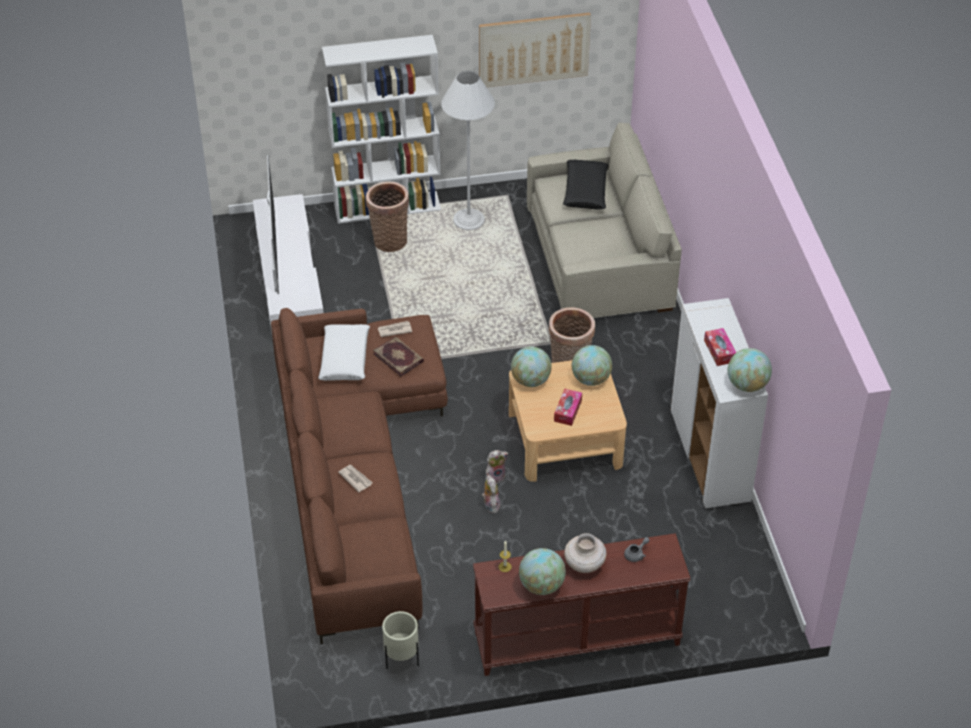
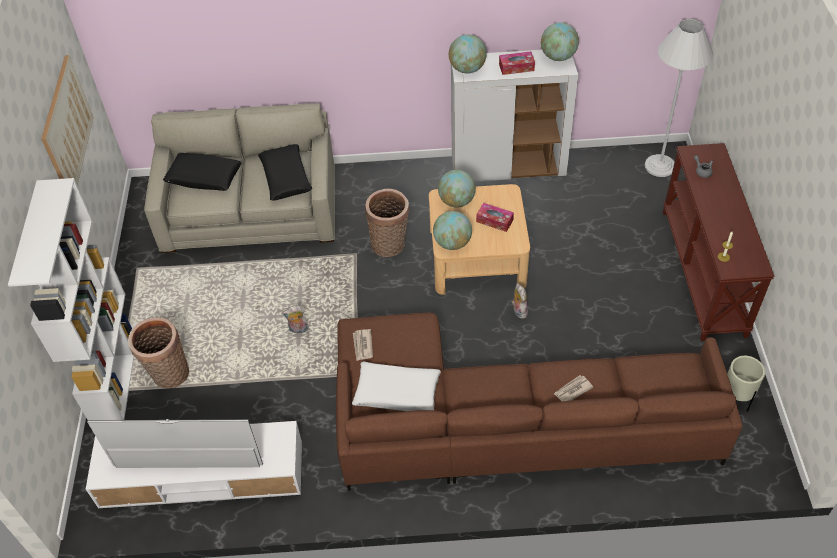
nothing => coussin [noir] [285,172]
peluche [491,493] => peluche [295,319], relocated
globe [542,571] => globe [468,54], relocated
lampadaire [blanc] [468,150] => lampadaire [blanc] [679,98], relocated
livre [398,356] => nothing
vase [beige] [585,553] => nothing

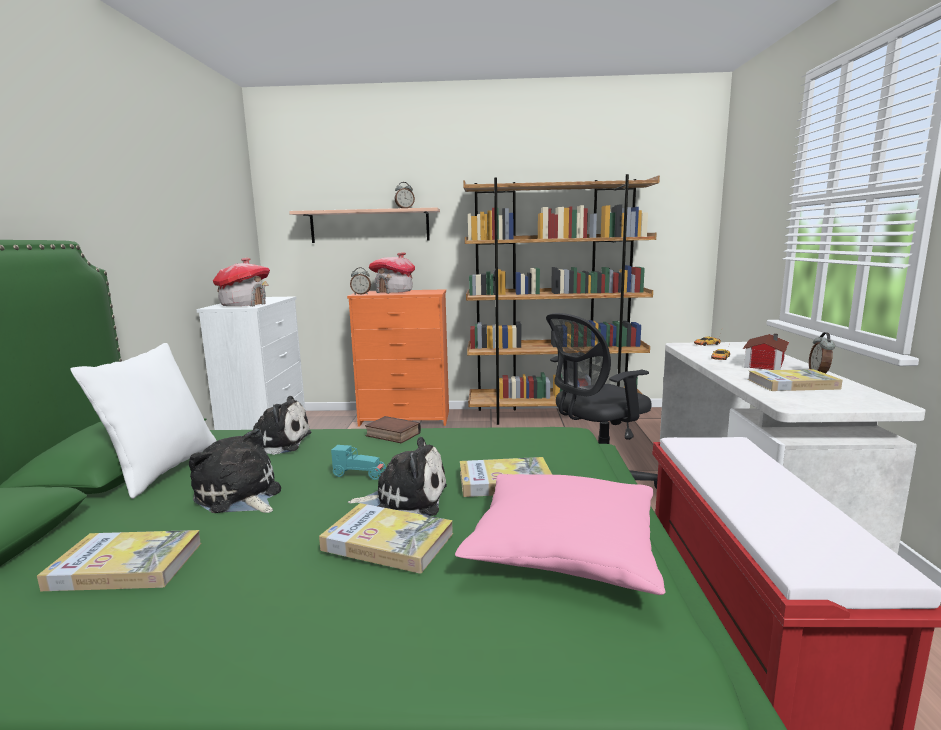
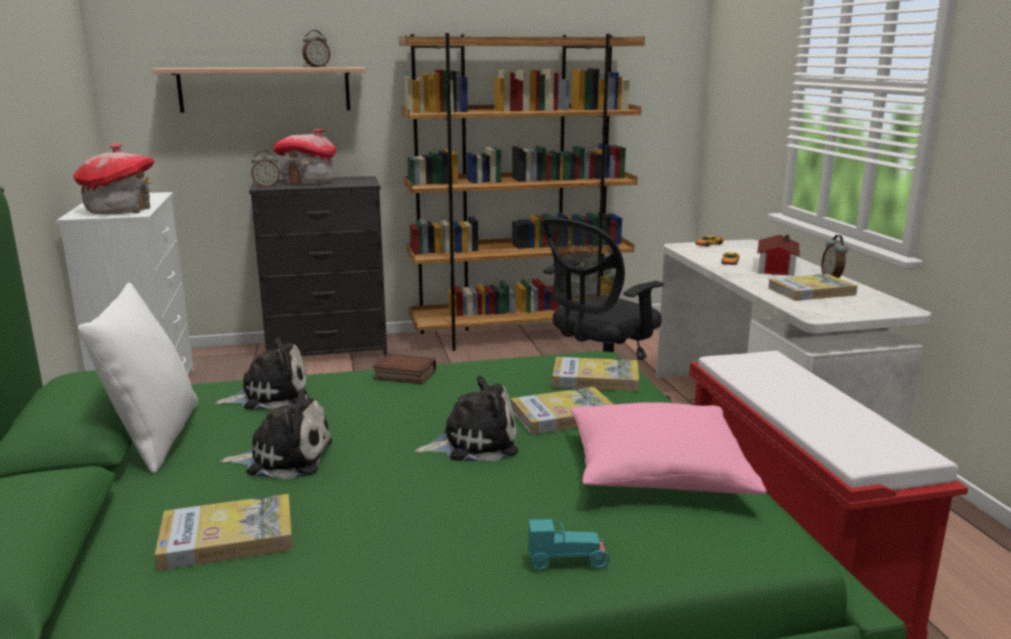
peluche [235,471] => peluche [275,433], 150 degrees clockwise
commode [orange] [398,358] => commode [noir] [318,266]
petite voiture [turquoise] [358,462] => petite voiture [turquoise] [569,544], relocated
livre [386,538] => livre [595,374], relocated

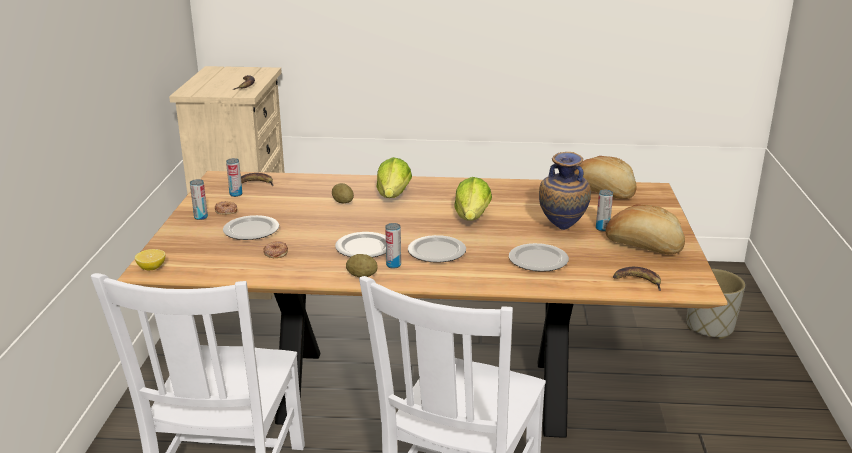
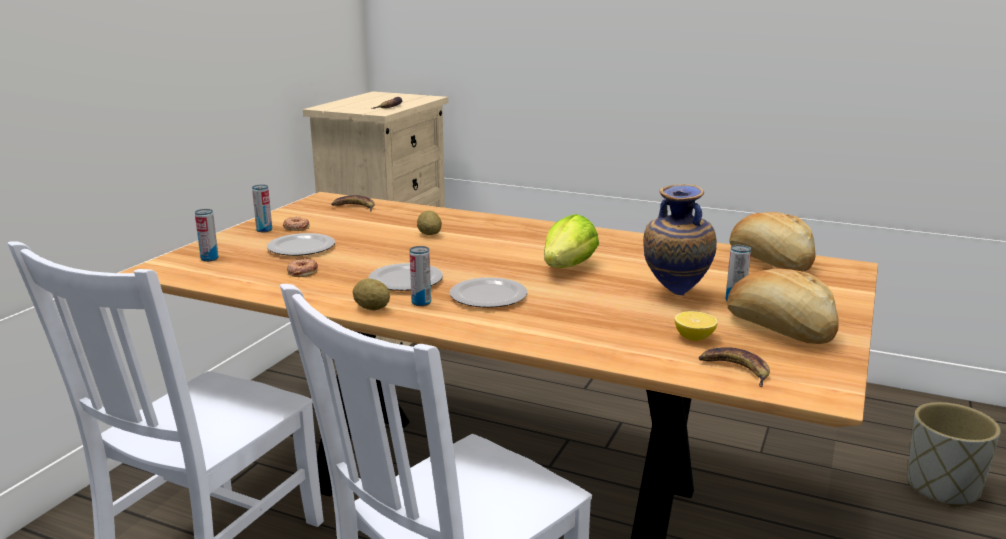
boîte métallique [234,177] => boîte métallique [207,235], relocated
citron [150,260] => citron [696,326], relocated
laitue [394,177] => nothing
assiette [539,257] => nothing

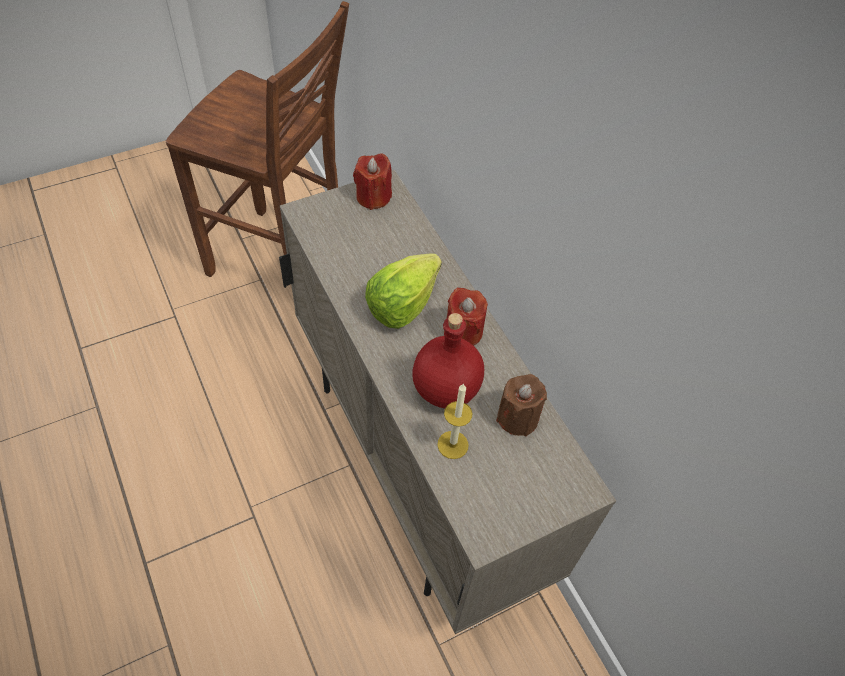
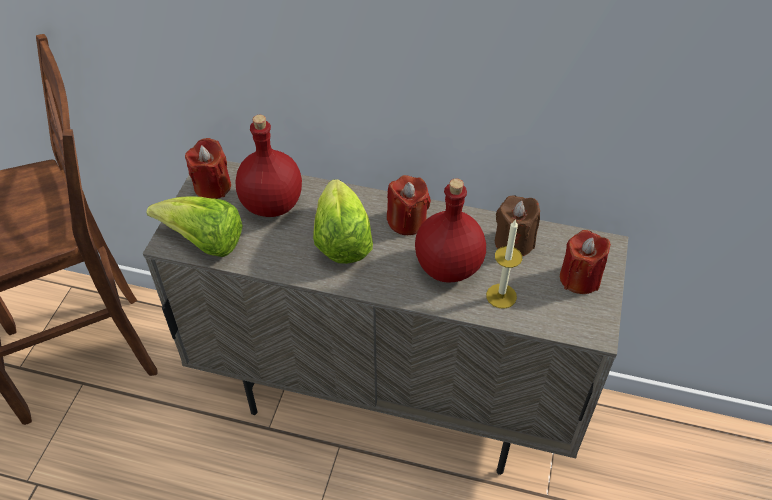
nothing => laitue [195,226]
nothing => bouteille [rouge] [269,166]
nothing => bougie [rouge] [585,262]

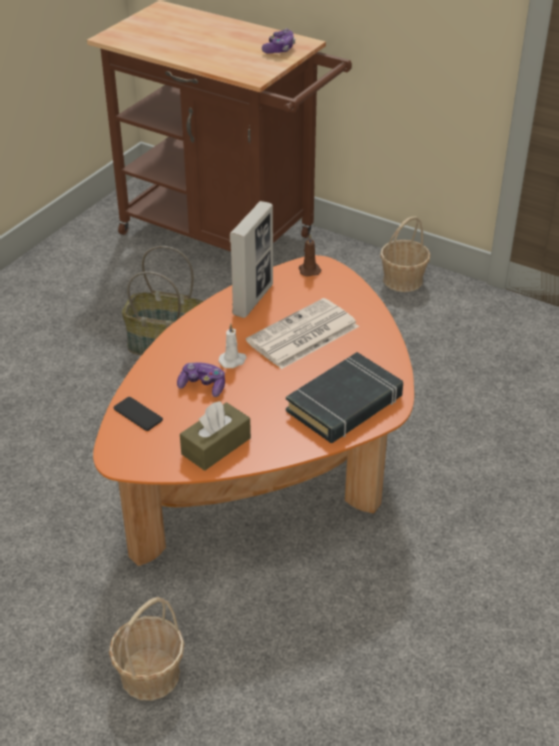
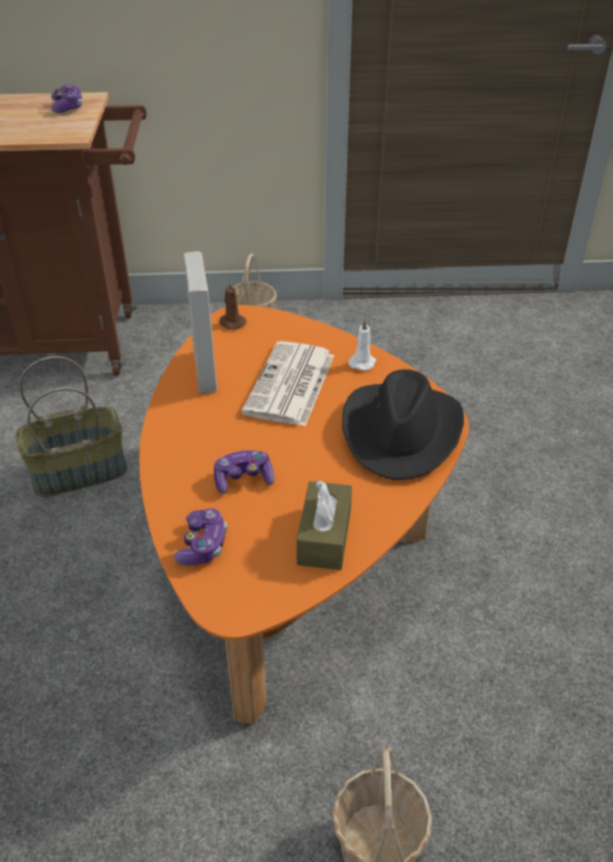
téléphone [138,414] => manette [200,536]
livre [noir] [344,397] => chapeau [noir] [403,424]
bougie [blanc] [232,346] => bougie [blanc] [362,345], relocated

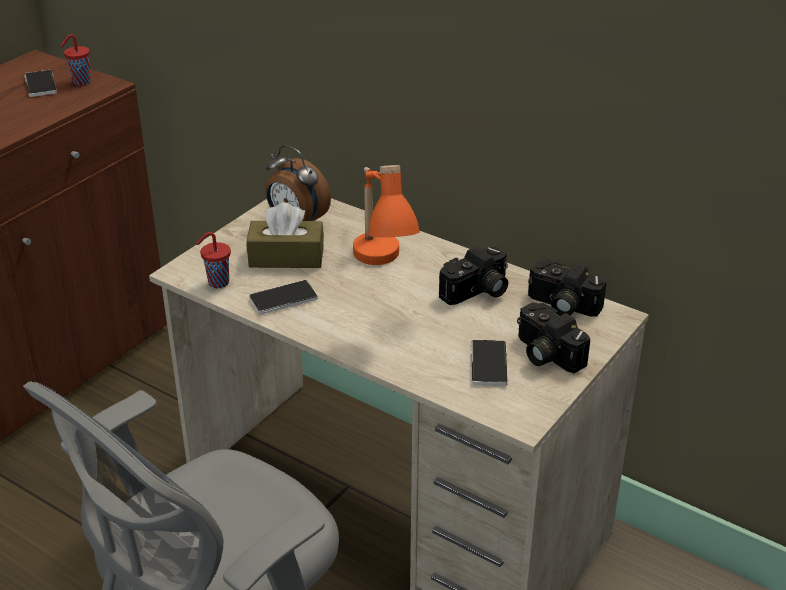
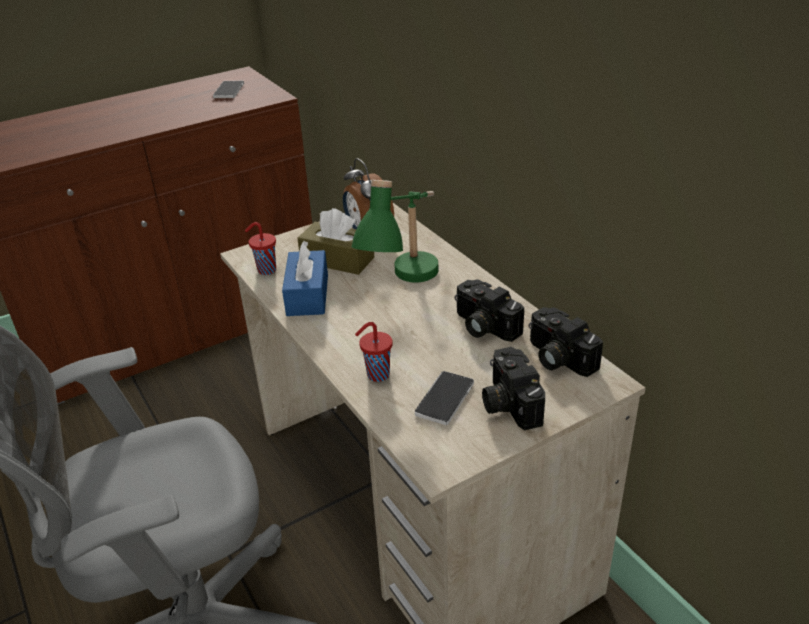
téléphone [283,297] => boîte à mouchoirs [bleu] [305,278]
lampe de table [orange] [386,215] => lampe de table [vert] [395,231]
tasse [rouge] [75,59] => tasse [rouge] [374,352], relocated
appareil photo [473,275] => appareil photo [489,310], 60 degrees clockwise

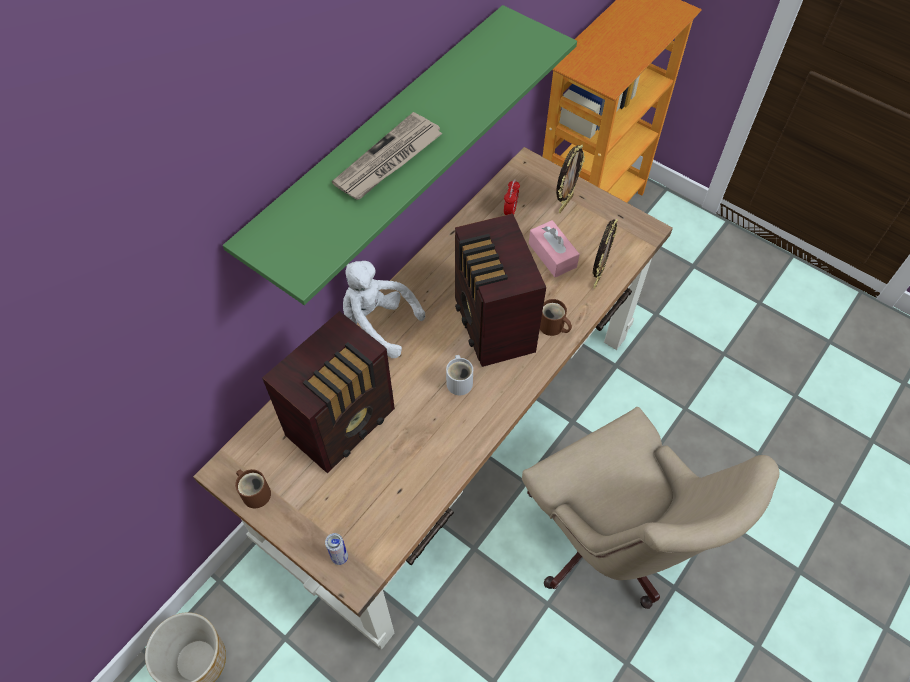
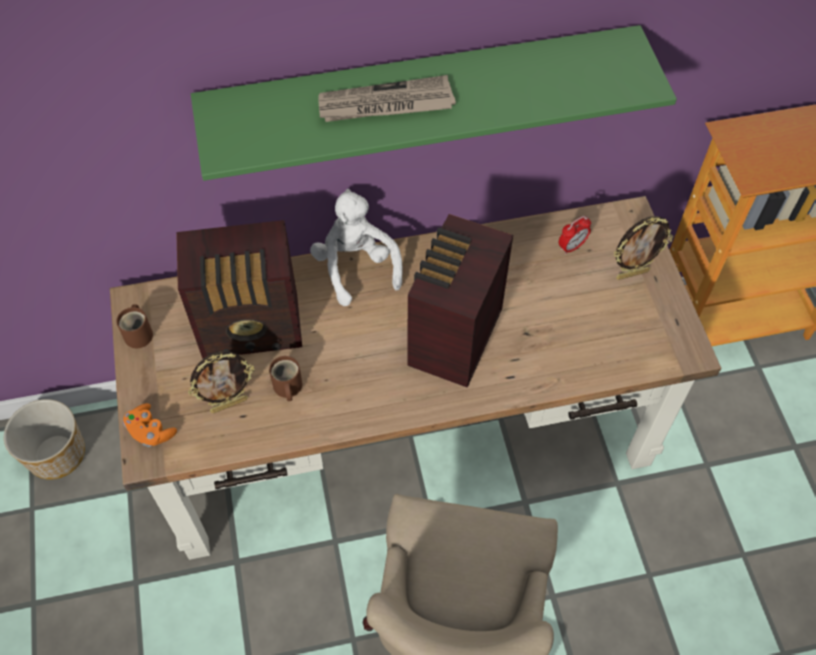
boîte métallique [336,549] => manette [orange] [150,425]
cadre photo [605,254] => cadre photo [221,382], relocated
mug [marron] [556,317] => mug [marron] [285,378], relocated
mug [blanc] [459,375] => nothing
boîte à mouchoirs [rose] [554,249] => nothing

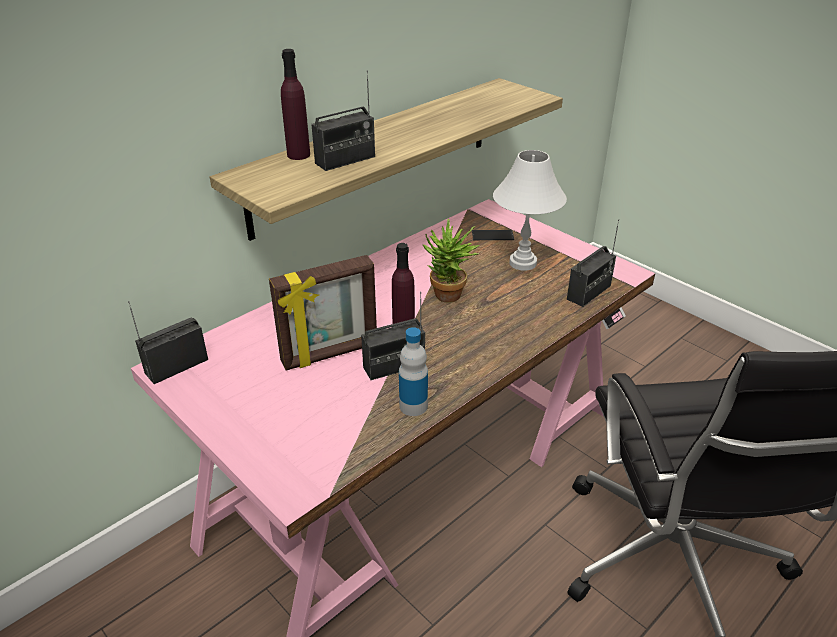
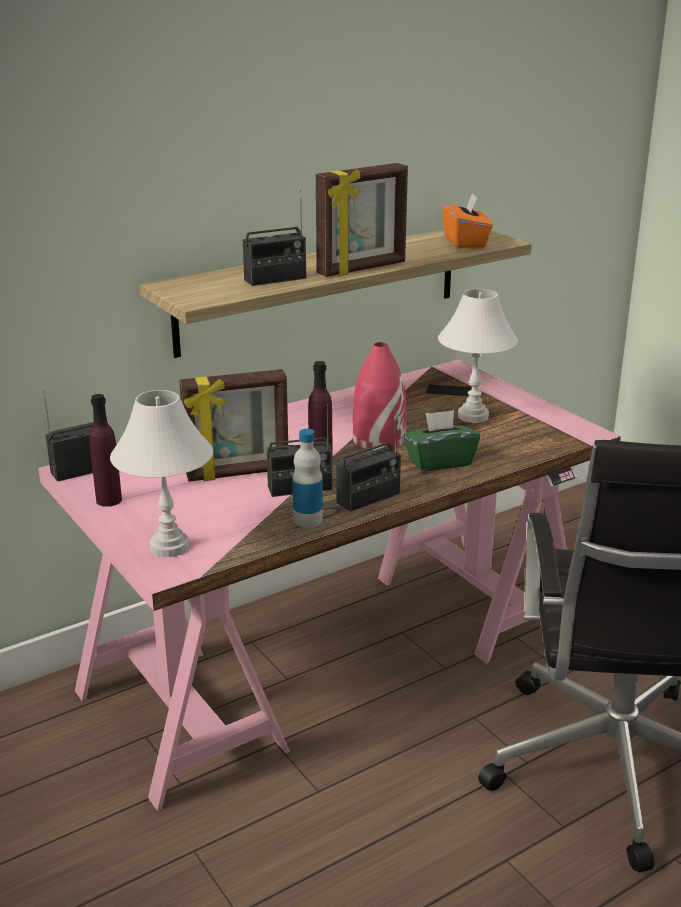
bouteille [violet] [295,104] => bouteille [violet] [105,450], relocated
nothing => lampe de table [blanc] [161,473]
nothing => cadre photo [362,220]
radio [593,263] => radio [368,460], relocated
plante en pot [450,261] => vase [rouge] [379,396]
nothing => boîte à mouchoirs [vert] [441,441]
nothing => boîte à mouchoirs [orange] [467,221]

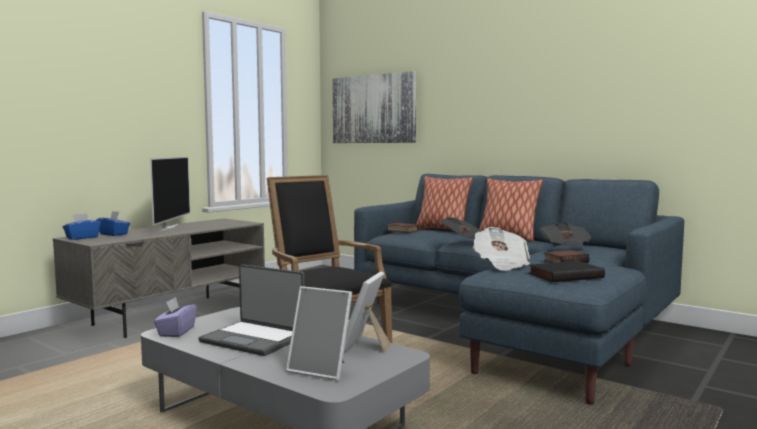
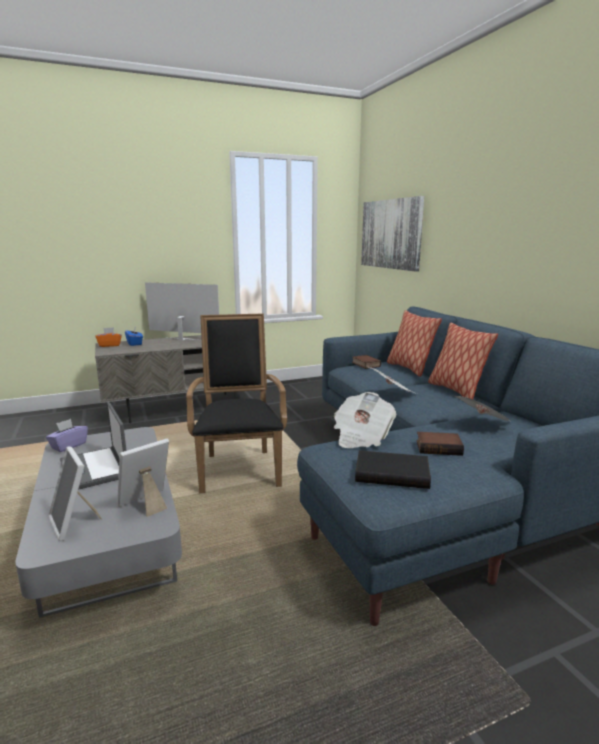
boîte à mouchoirs [bleu] [82,226] => boîte à mouchoirs [orange] [109,337]
téléviseur [170,194] => téléviseur [182,311], 105 degrees counterclockwise

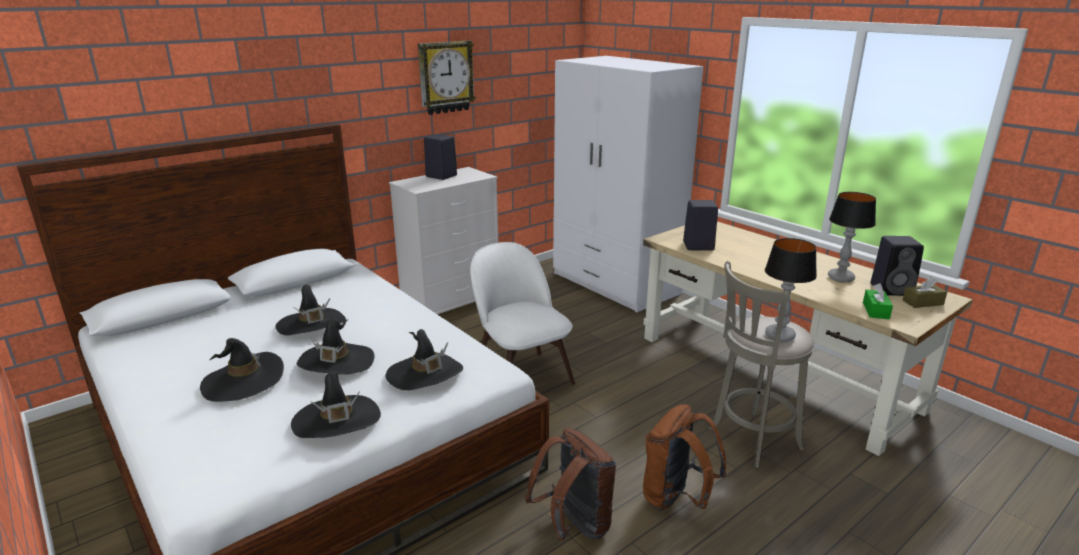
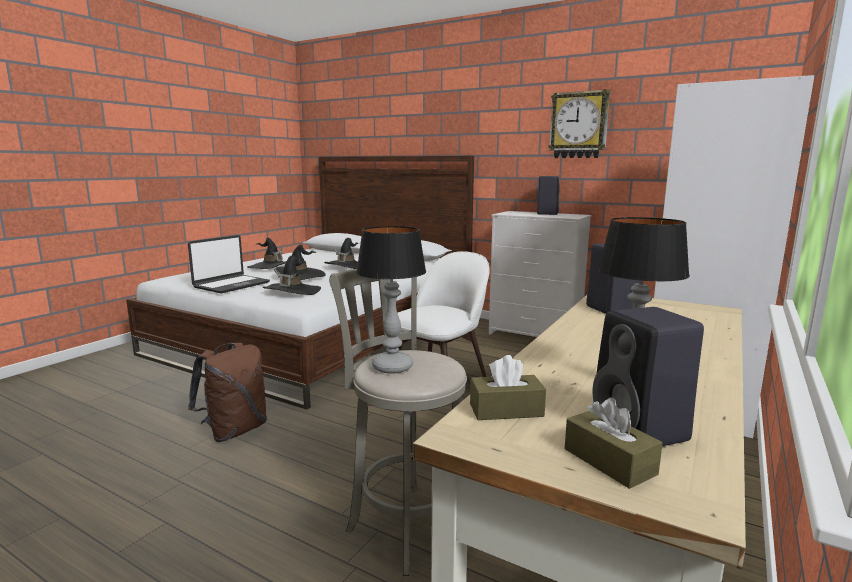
chapeau [noir] [336,404] => ordinateur portable [229,264]
boîte à mouchoirs [vert] [878,301] => boîte à mouchoirs [marron] [508,387]
sac à dos [marron] [684,457] => nothing

